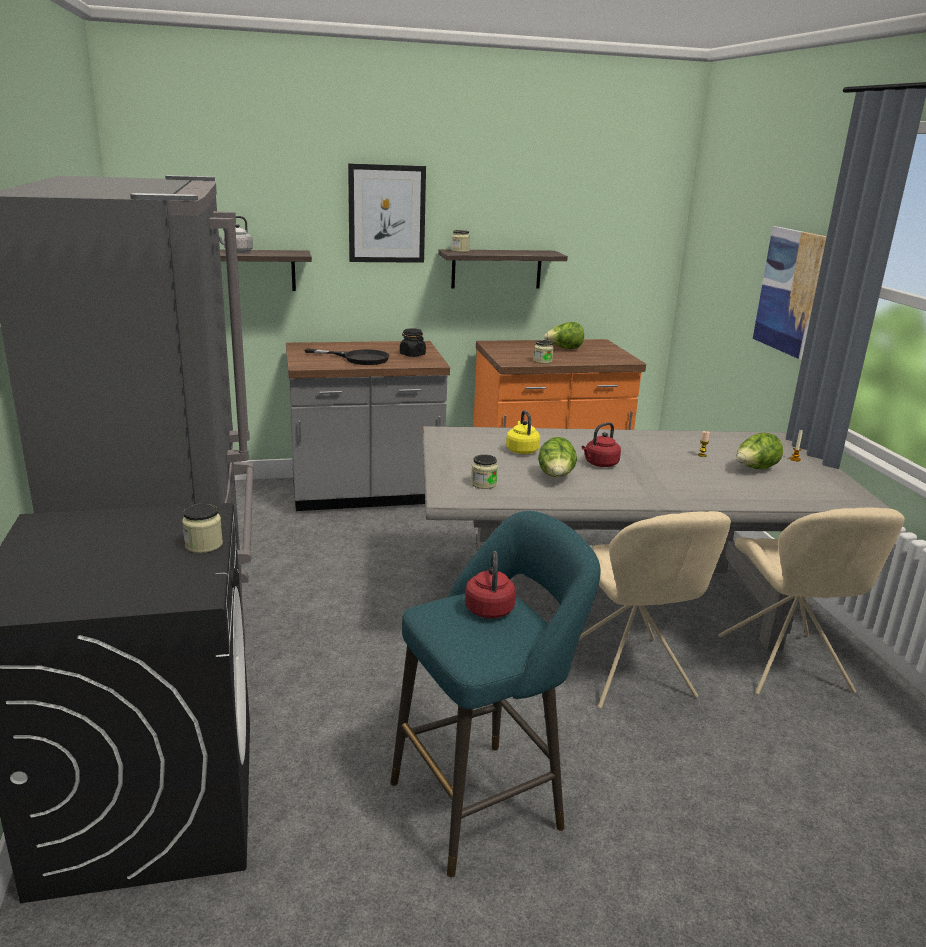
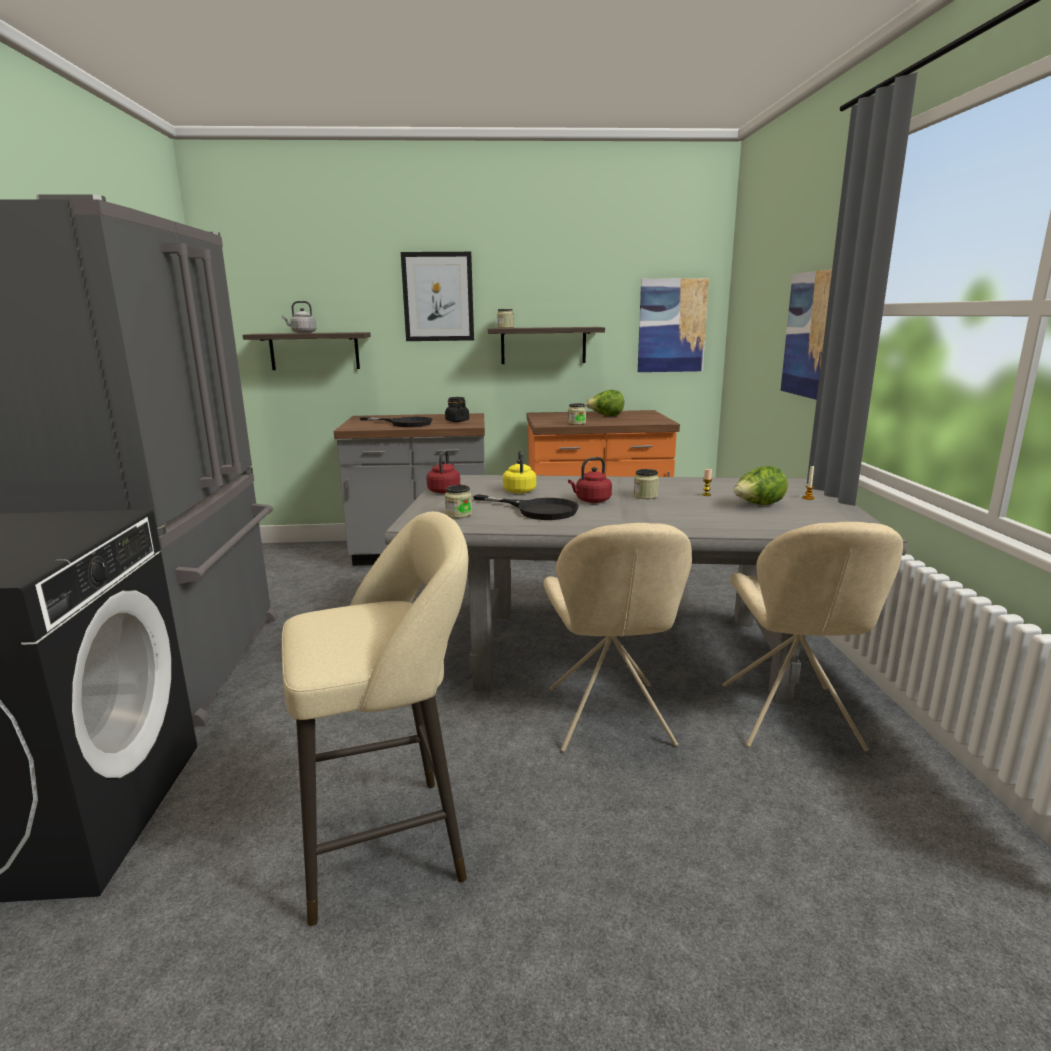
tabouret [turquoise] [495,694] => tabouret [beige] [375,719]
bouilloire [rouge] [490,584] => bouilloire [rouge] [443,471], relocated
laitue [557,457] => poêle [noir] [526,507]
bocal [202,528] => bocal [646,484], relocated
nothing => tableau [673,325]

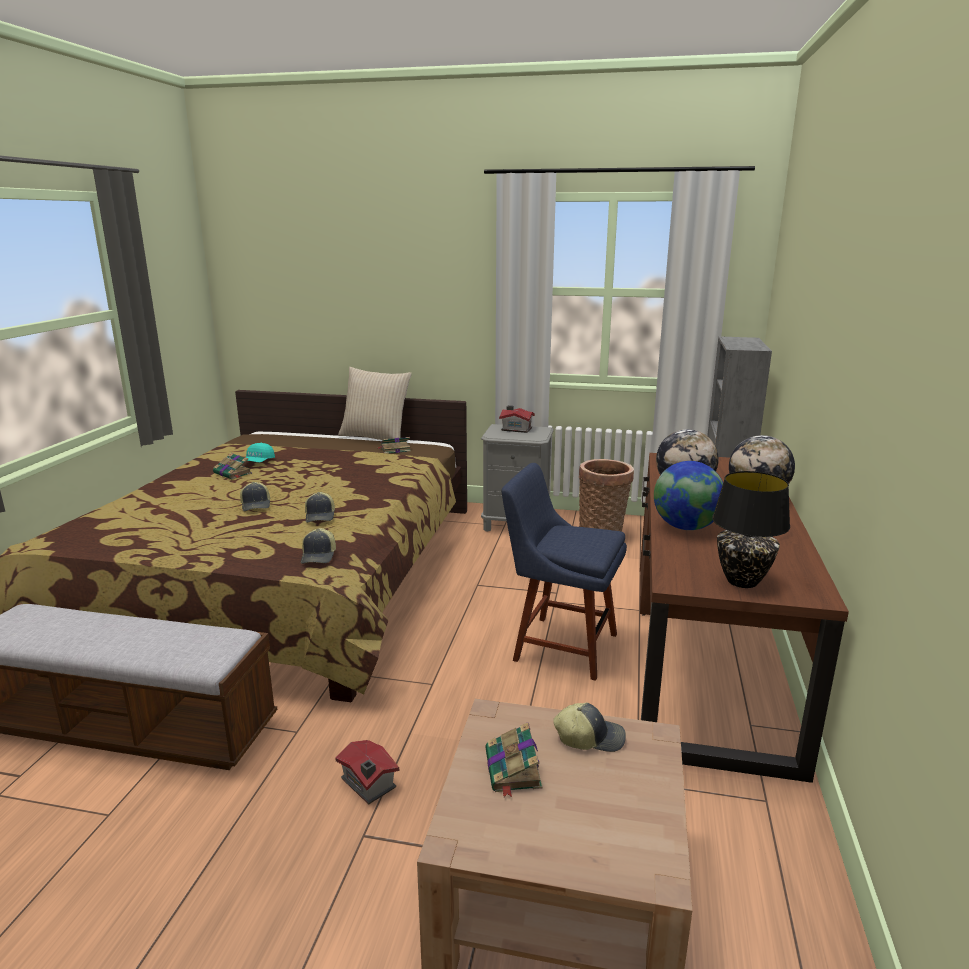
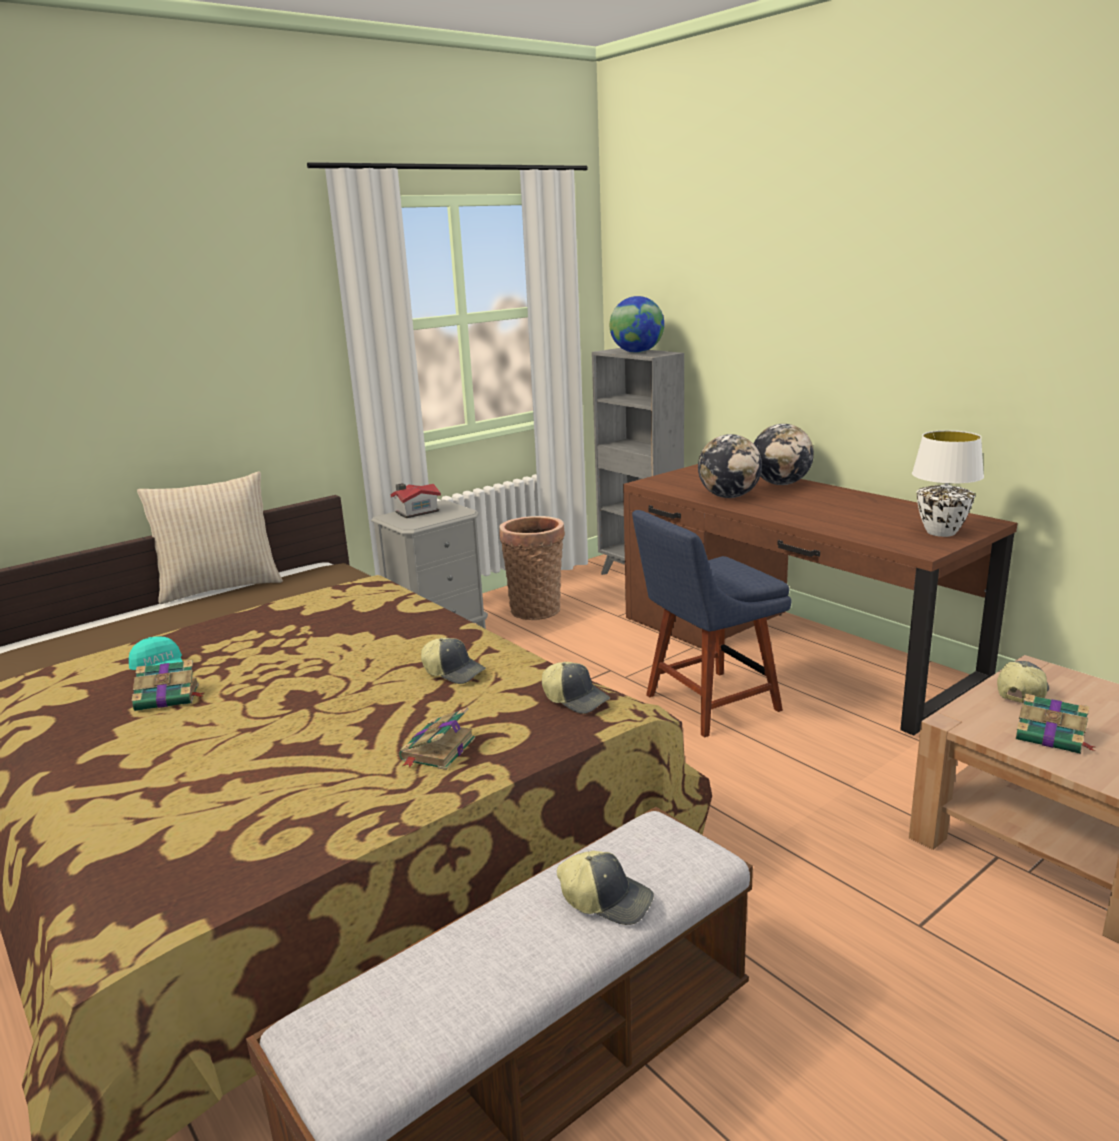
livre [394,445] => livre [437,739], relocated
casquette [255,496] => casquette [605,887], relocated
globe [688,495] => globe [637,324], relocated
lampe de table [noir] [751,529] => lampe de table [blanc] [948,483]
maison miniature [367,772] => nothing

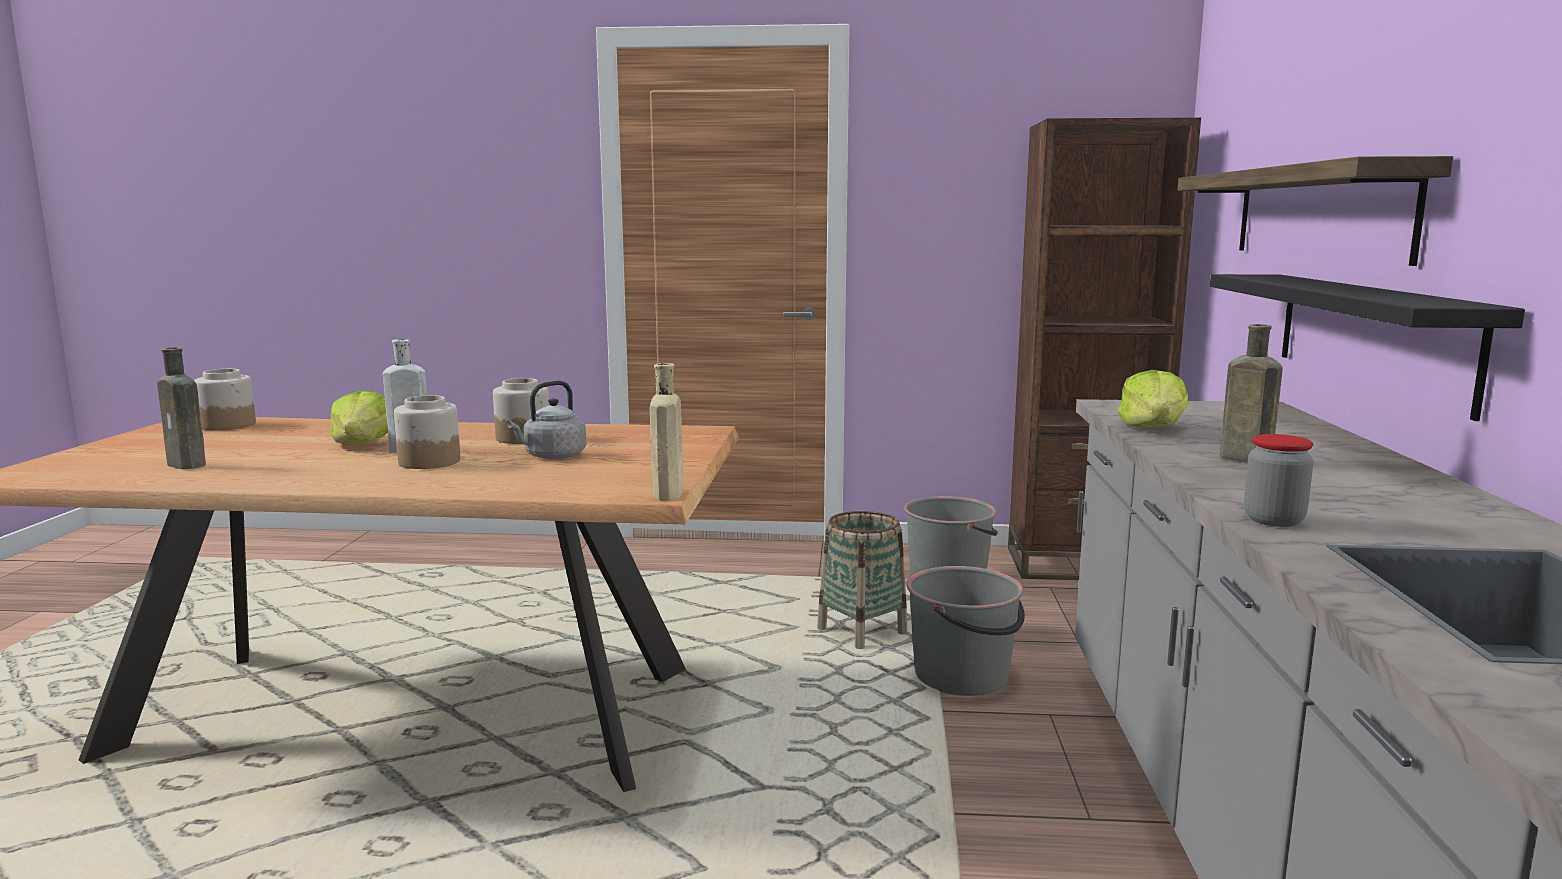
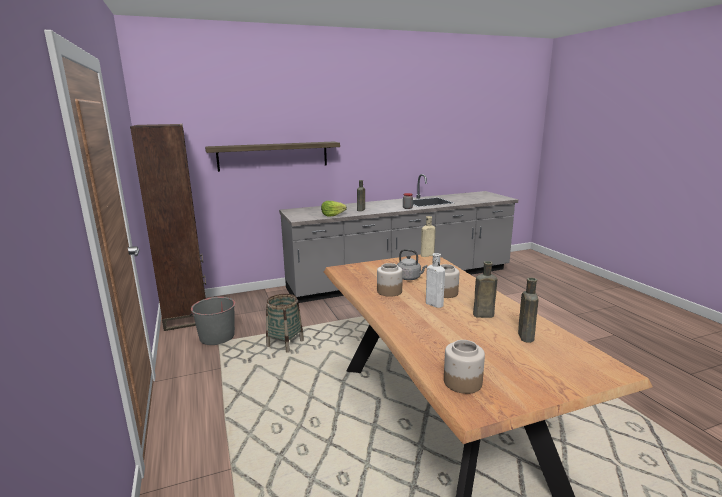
nothing => bouteille [marron] [485,289]
laitue [359,418] => nothing
seau [gris] [965,631] => nothing
étagère [noir] [1367,347] => nothing

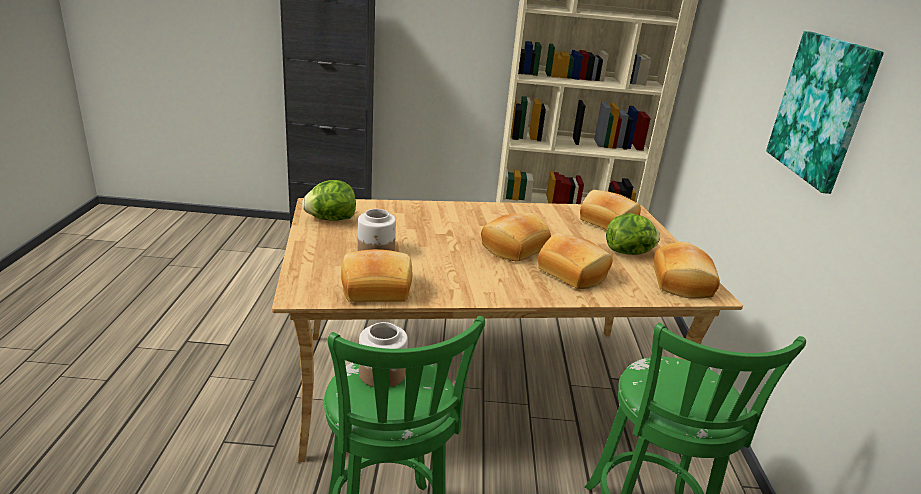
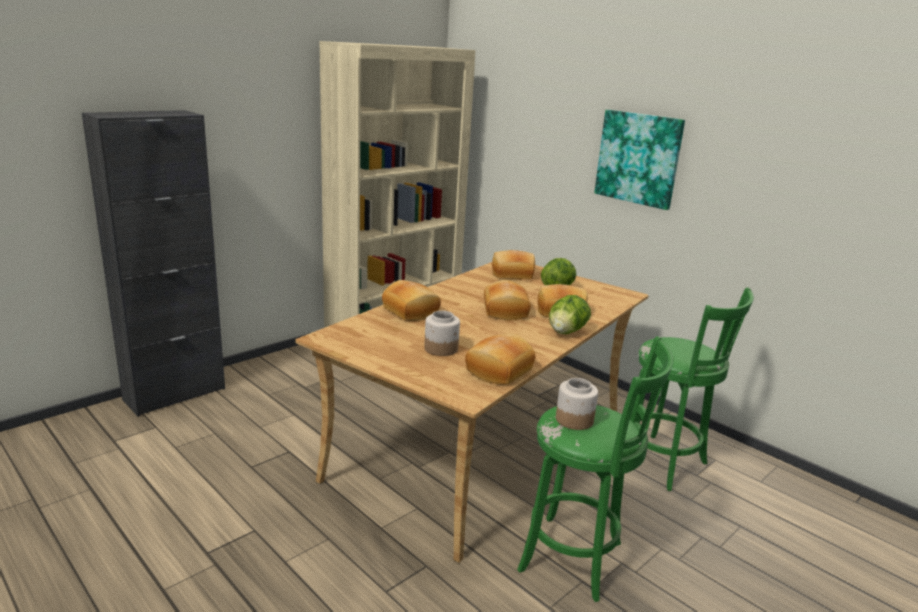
pain [687,270] => pain [411,300], relocated
laitue [329,200] => laitue [570,314], relocated

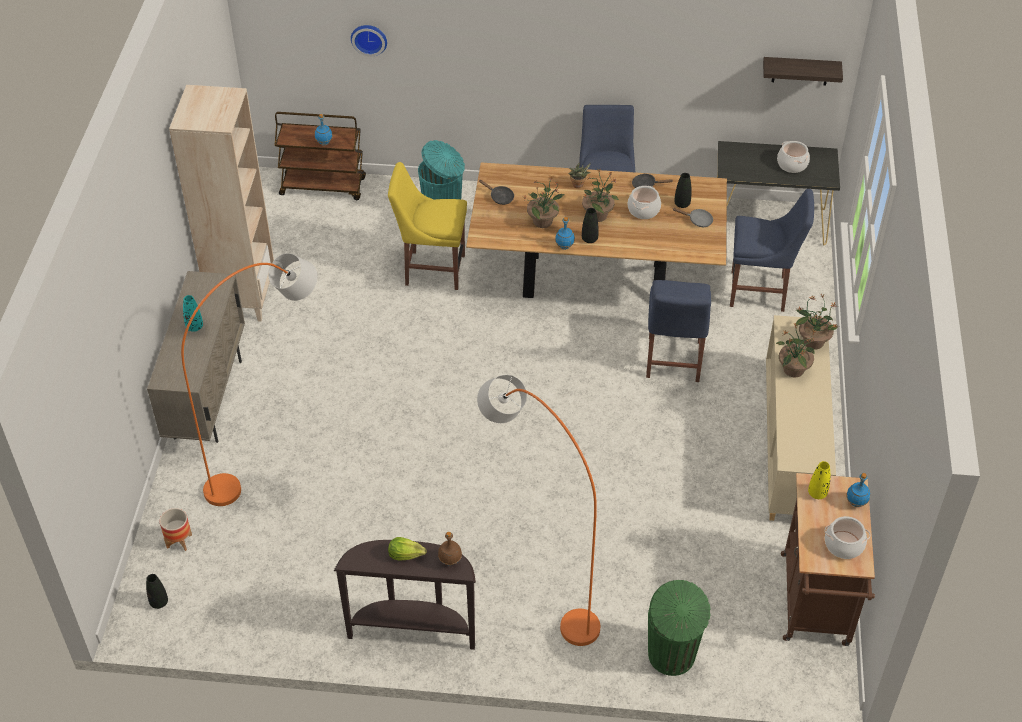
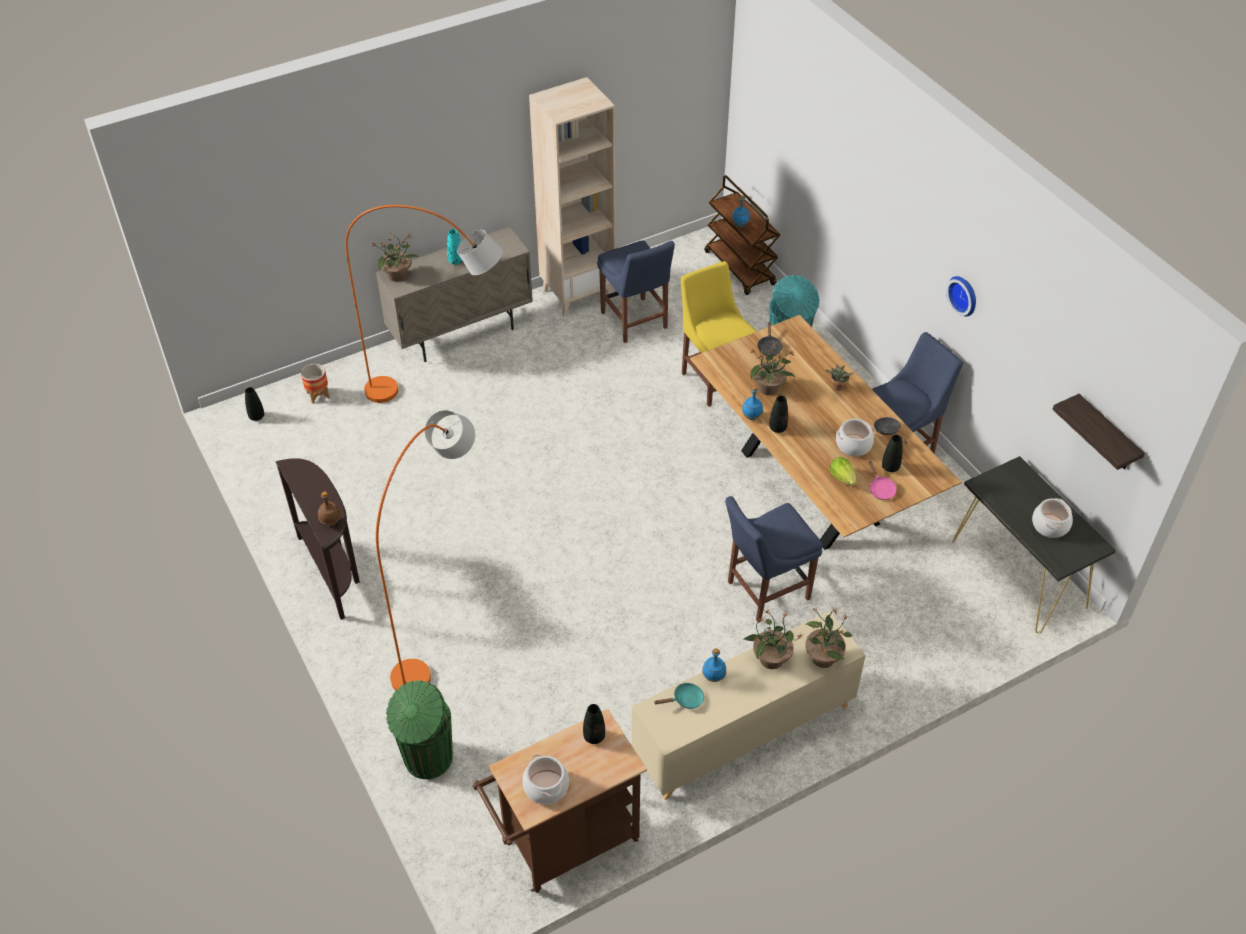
plante en pot [600,195] => plante en pot [395,257], relocated
vase [jaune] [819,480] => vase [noir] [594,724]
chaise [bleu] [772,250] => chaise [bleu] [636,292], relocated
nothing => poêle [turquoise] [679,696]
bouteille [bleu] [858,490] => bouteille [bleu] [714,665], relocated
laitue [407,548] => laitue [843,471], relocated
poêle [gris] [693,217] => poêle [rose] [882,480]
horloge murale [369,41] => horloge murale [961,296], relocated

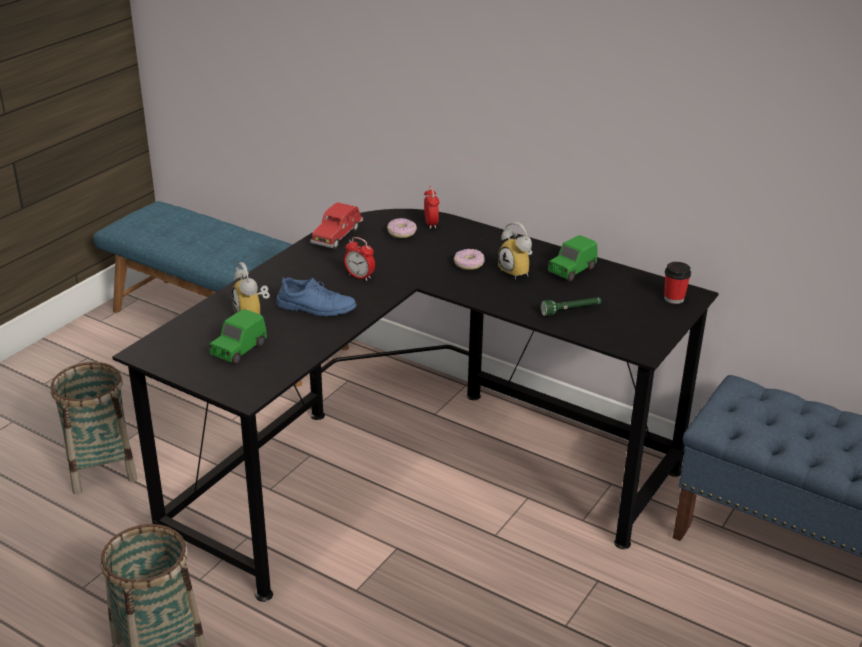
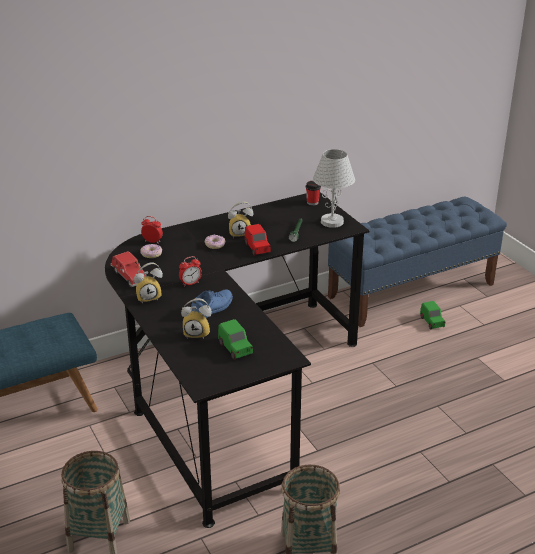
nothing => réveil [148,283]
nothing => petite voiture [rouge] [258,240]
nothing => lampe de table [blanc] [334,188]
petite voiture [vert] [573,258] => petite voiture [vert] [432,315], relocated

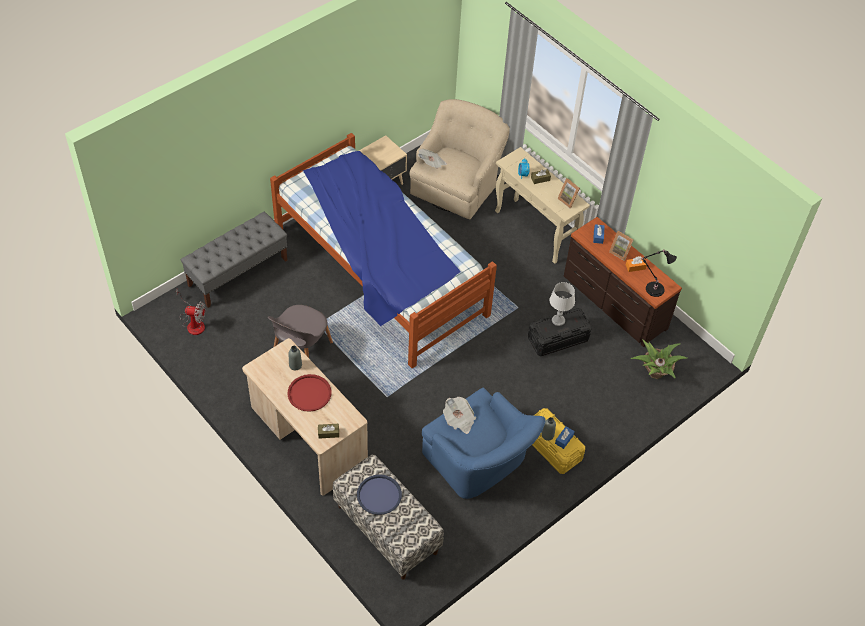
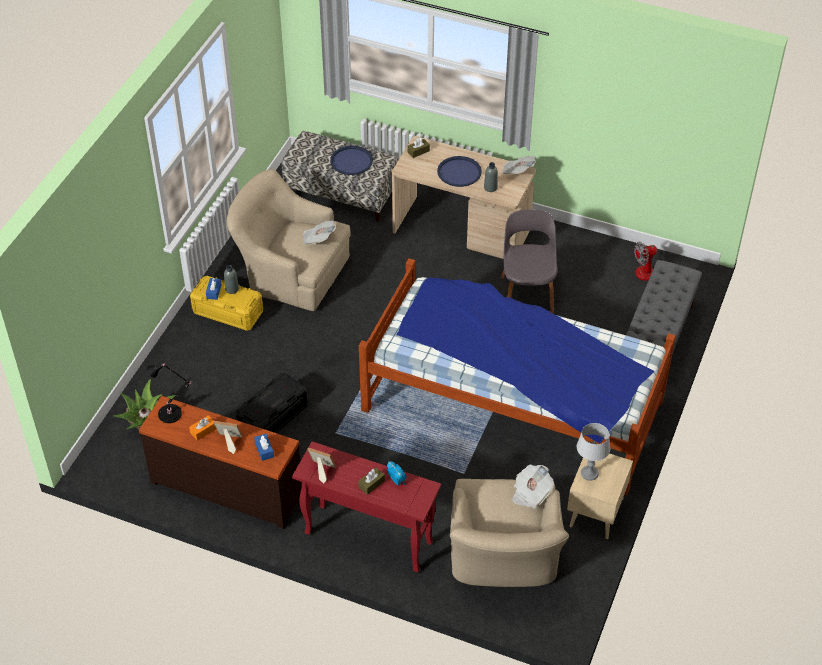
fauteuil [bleu] [484,443] => fauteuil [beige] [288,240]
table console [beige] [542,205] => table console [rouge] [366,507]
plateau [rouge] [309,393] => plateau [bleu] [459,171]
nothing => journal [518,165]
lampe de table [gris] [562,304] => lampe de table [gris] [593,452], relocated

